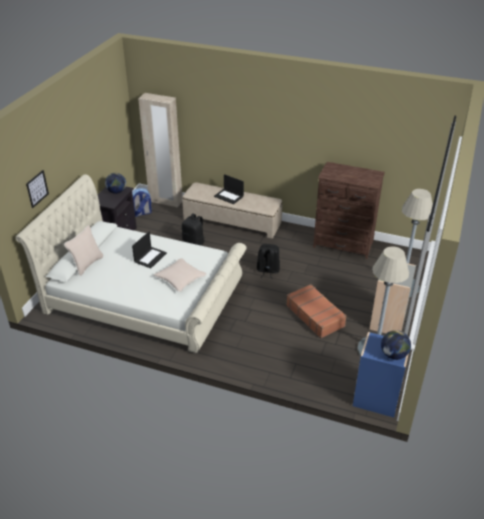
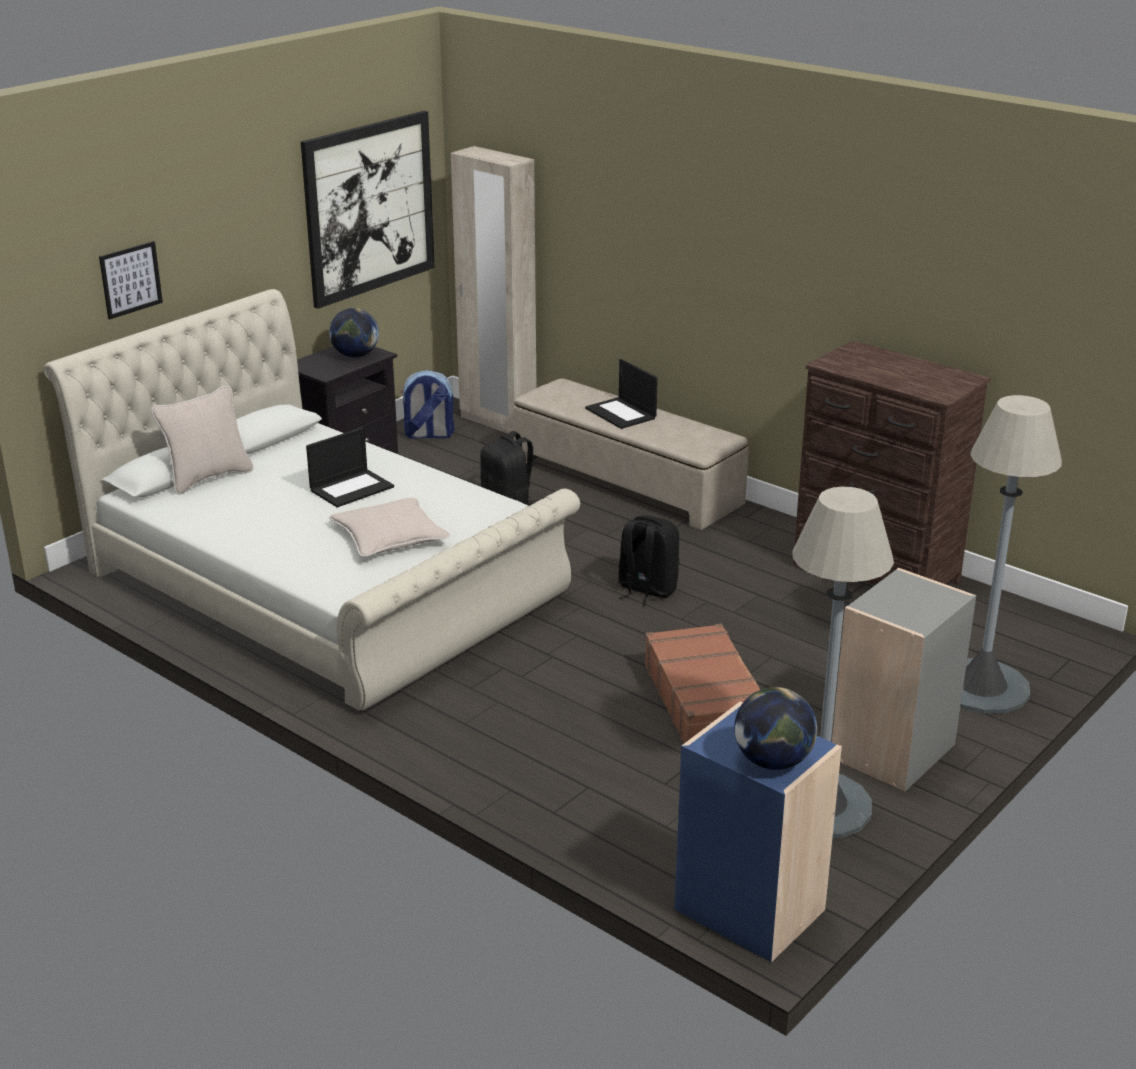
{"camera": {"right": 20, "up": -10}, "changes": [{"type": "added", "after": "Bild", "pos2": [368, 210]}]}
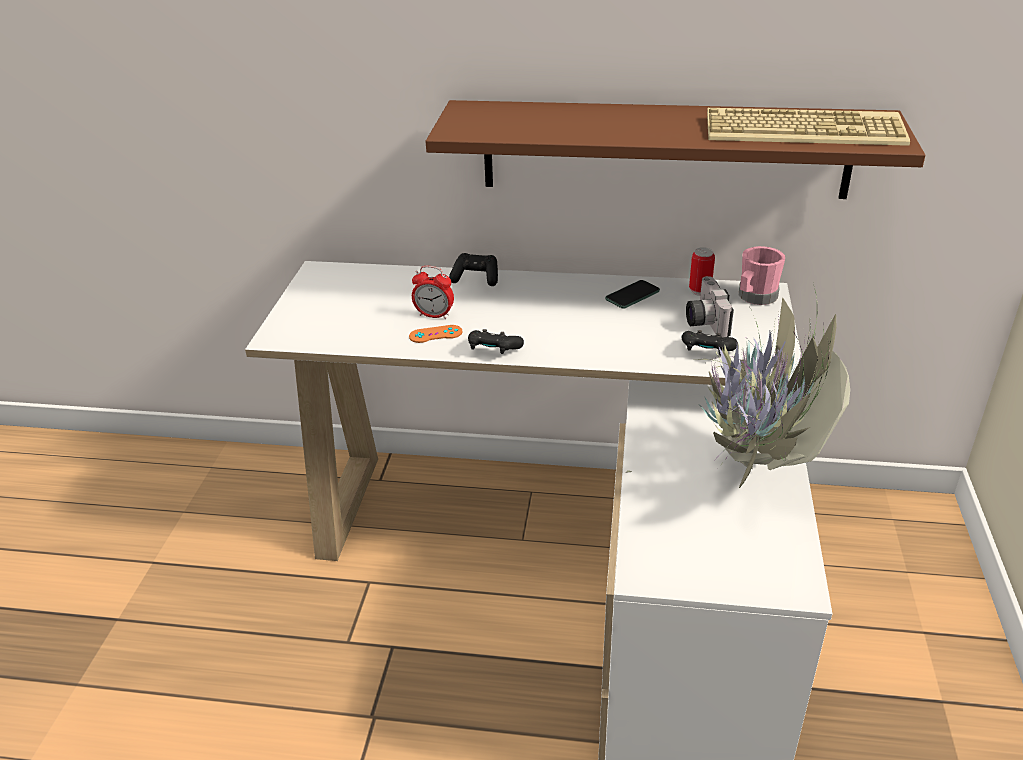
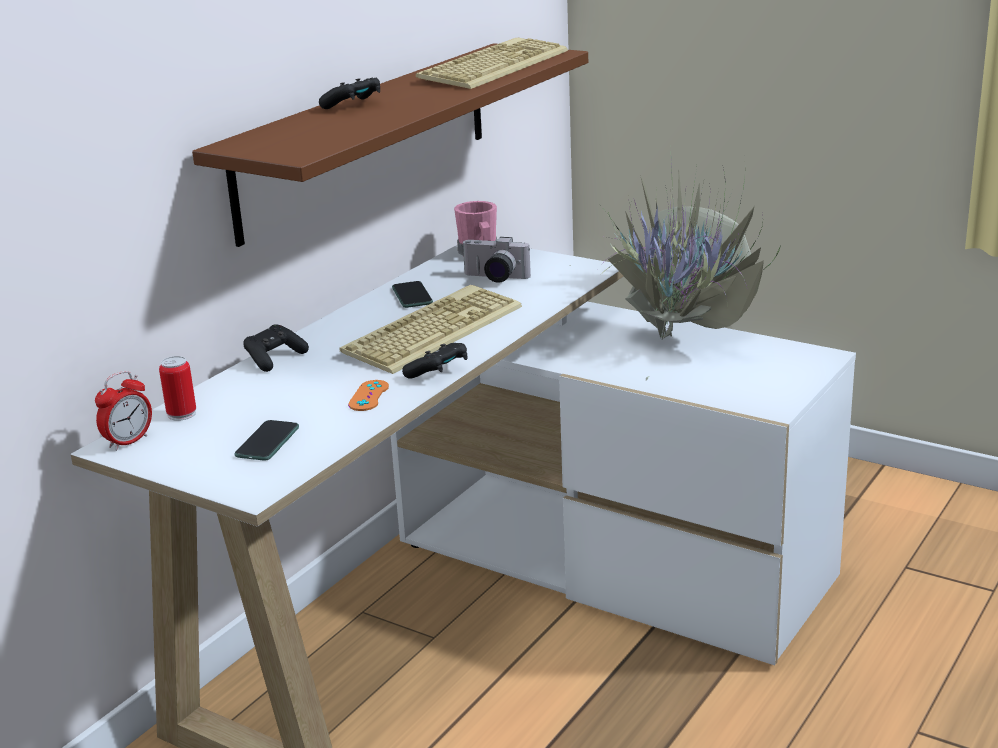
{"camera": {"right": -65, "up": -10}, "changes": [{"type": "moved", "before": "Wecker", "pos1": [433, 292], "pos2": [123, 411]}, {"type": "moved", "before": "Dose", "pos1": [702, 271], "pos2": [177, 388]}, {"type": "added", "after": "Handy", "pos2": [267, 440]}, {"type": "moved", "before": "Gamepad (schwarz)", "pos1": [710, 343], "pos2": [349, 93]}, {"type": "added", "after": "Tastatur", "pos2": [431, 329]}]}
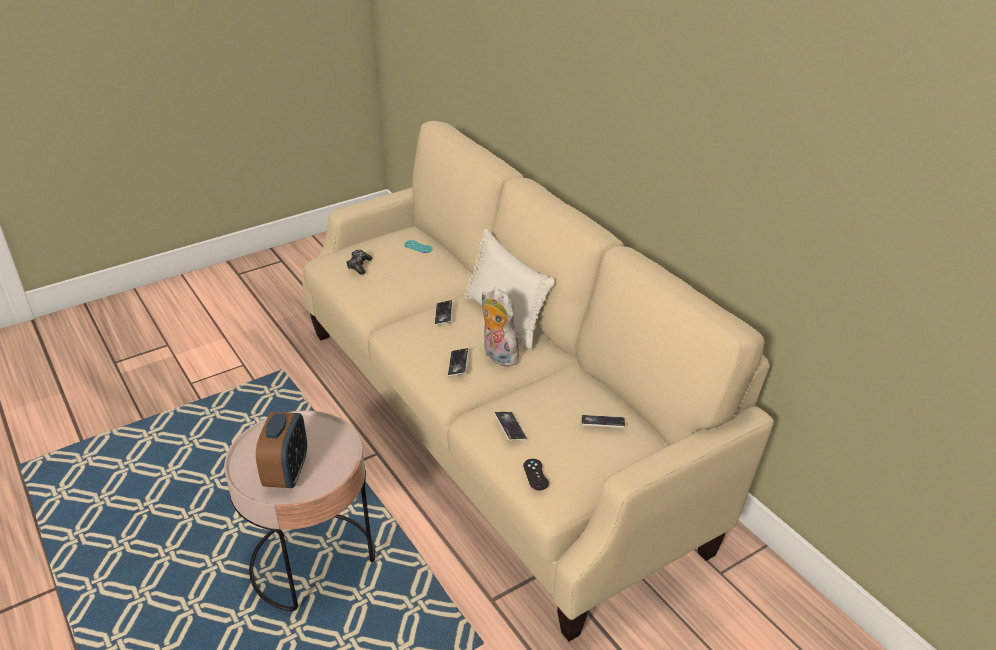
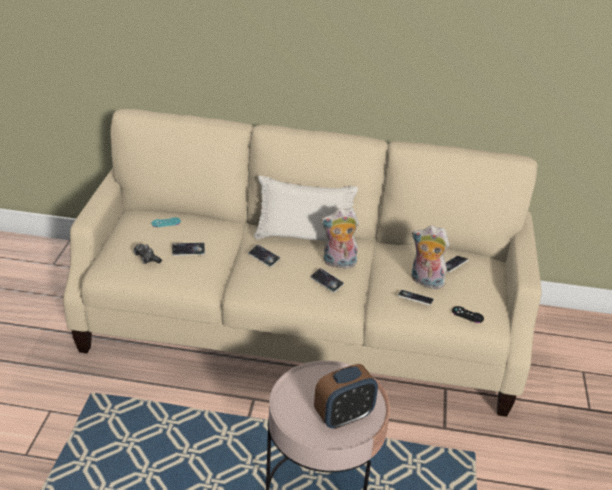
{"camera": {"right": -50, "up": 0}, "changes": [{"type": "added", "after": "Handy", "pos2": [188, 249]}, {"type": "turned", "before": "Wecker", "pos1": [281, 450], "pos2": [346, 396], "turn": 105}, {"type": "added", "after": "Plüschtier", "pos2": [430, 257]}]}
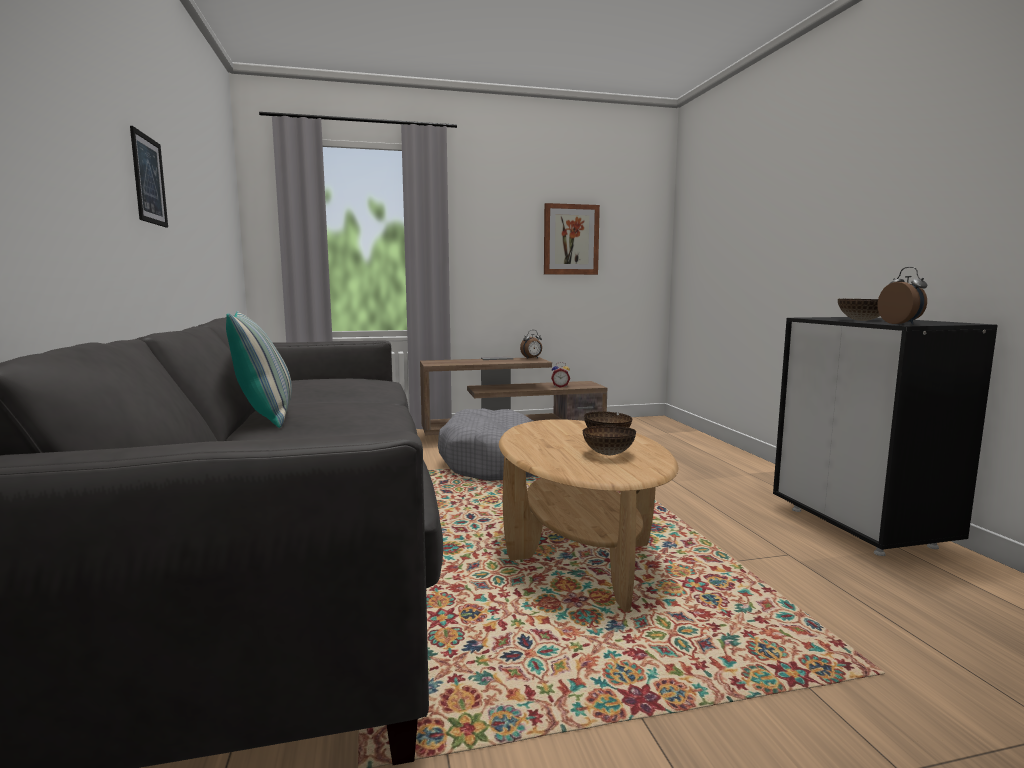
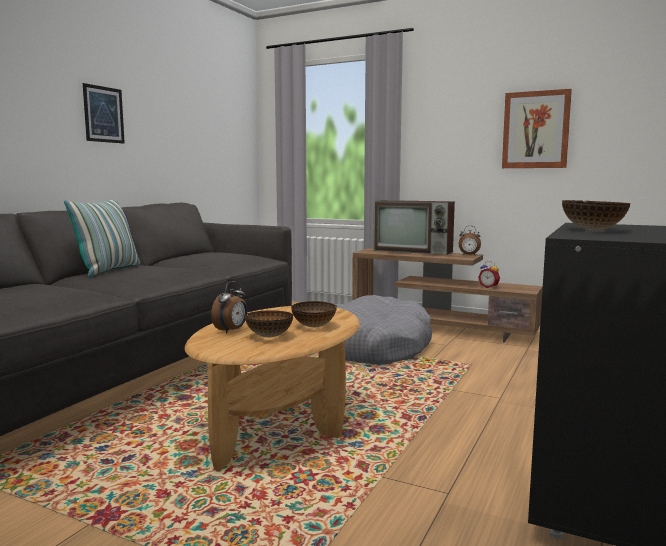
{"camera": {"right": 40, "up": 0}, "changes": [{"type": "moved", "before": "Wecker", "pos1": [902, 296], "pos2": [229, 307]}, {"type": "added", "after": "Fernseher", "pos2": [414, 227]}]}
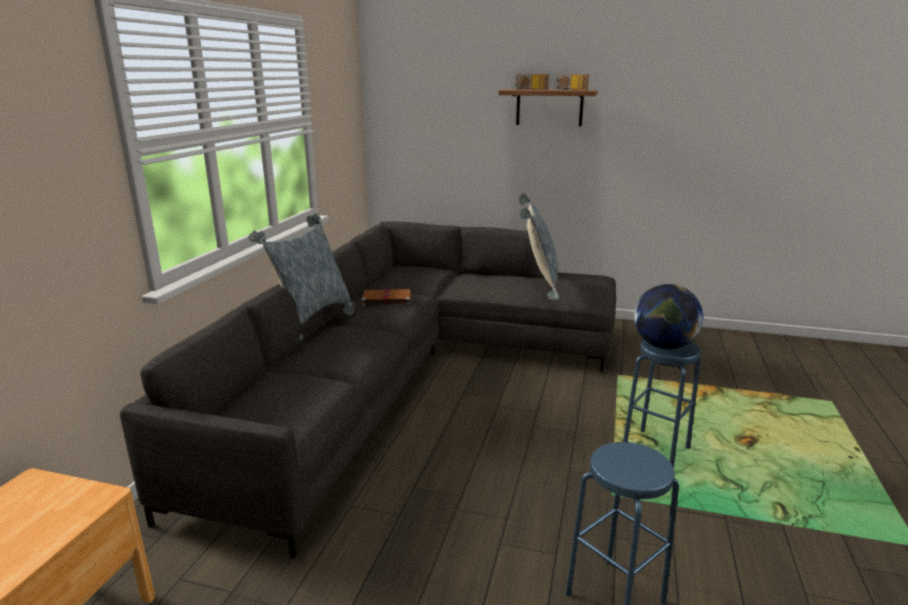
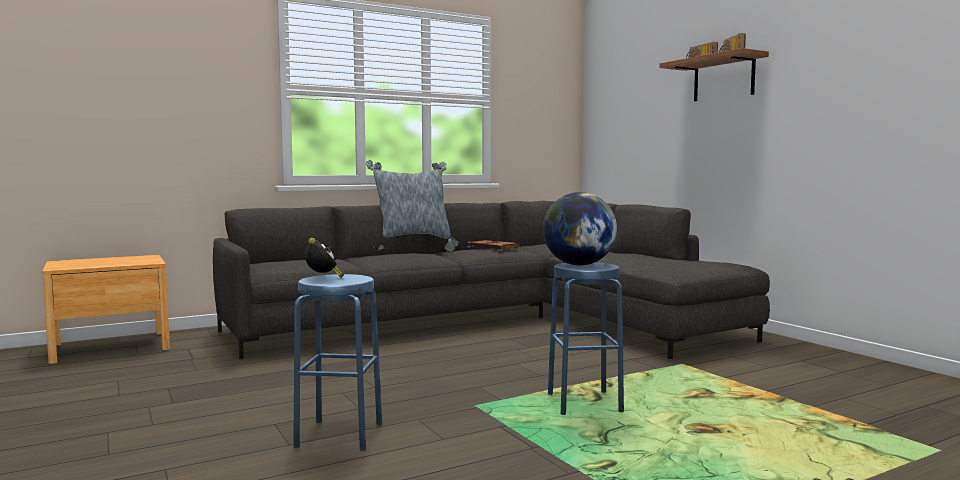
{"camera": {"right": 45, "up": -15}, "changes": [{"type": "added", "after": "Wecker", "pos2": [324, 258]}, {"type": "removed", "before": "Kissen", "pos1": [539, 247]}]}
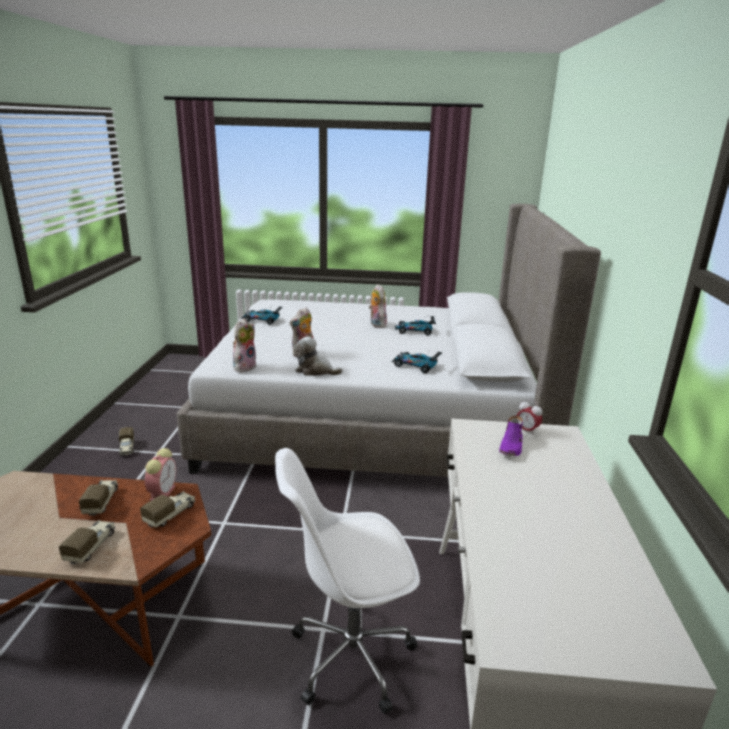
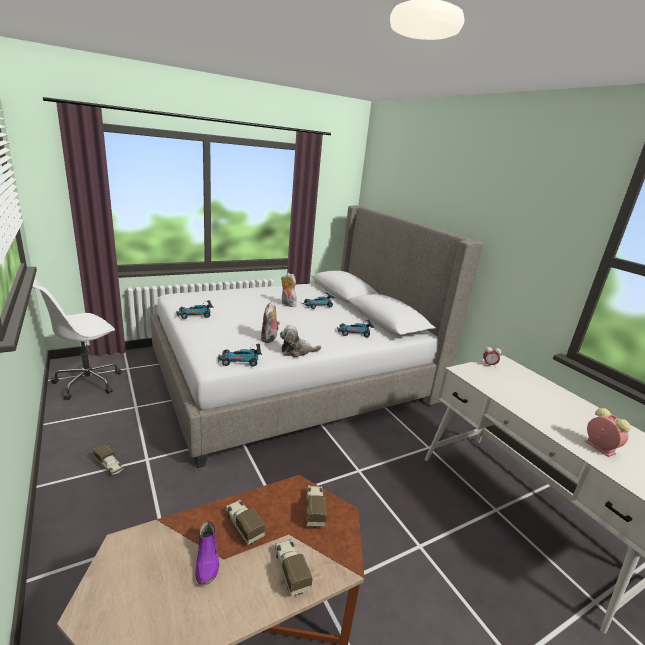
{"camera": {"right": -35, "up": 0}, "changes": [{"type": "moved", "before": "Bürostuhl (weiß)", "pos1": [347, 581], "pos2": [77, 339]}, {"type": "moved", "before": "Schuh (lila)", "pos1": [511, 435], "pos2": [207, 552]}, {"type": "replaced", "before": "Plüschtier", "after": "Spielzeugauto", "pos1": [245, 345], "pos2": [240, 355]}, {"type": "moved", "before": "Wecker", "pos1": [160, 474], "pos2": [608, 432]}]}
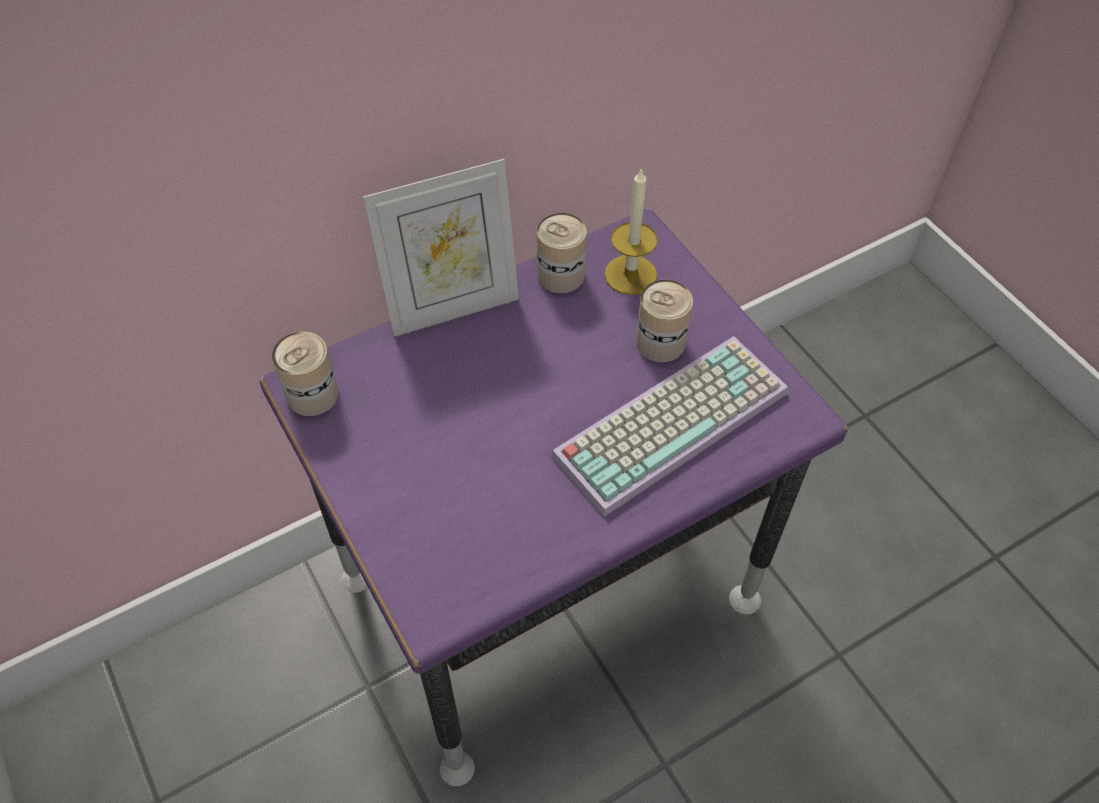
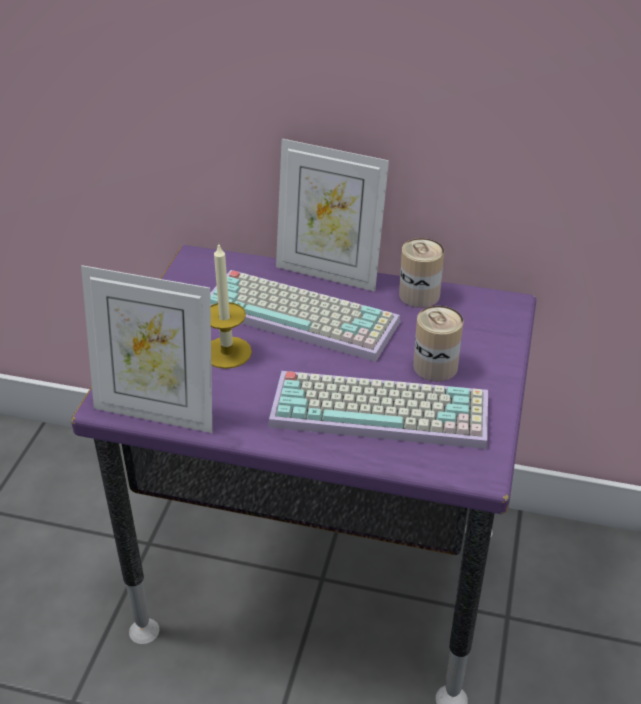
{"camera": {"right": 45, "up": -15}, "changes": [{"type": "added", "after": "Bilderrahmen", "pos2": [146, 349]}, {"type": "added", "after": "Tastatur", "pos2": [305, 316]}, {"type": "moved", "before": "Kerze", "pos1": [631, 231], "pos2": [231, 305]}, {"type": "removed", "before": "Dose", "pos1": [305, 373]}]}
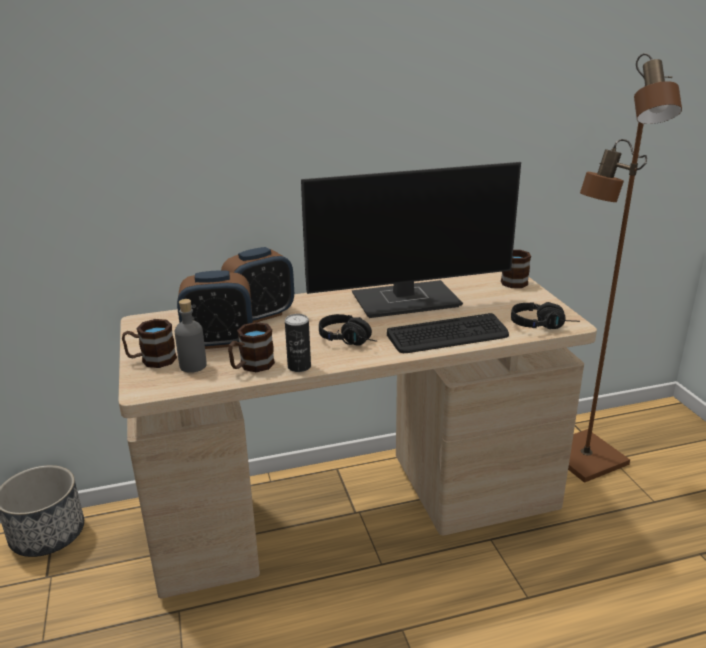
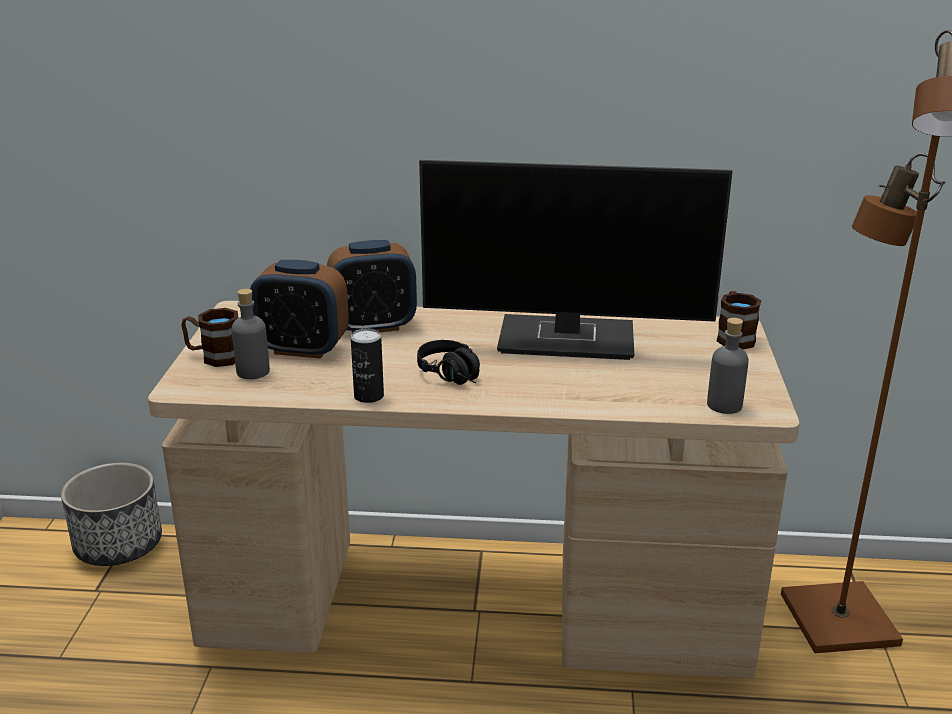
{"camera": {"right": 20, "up": 0}, "changes": [{"type": "replaced", "before": "Kopfhörer (schwarz)", "after": "Flasche (grau)", "pos1": [545, 315], "pos2": [728, 366]}, {"type": "removed", "before": "Henkelbecher (braun)", "pos1": [251, 347]}, {"type": "removed", "before": "Tastatur", "pos1": [448, 333]}]}
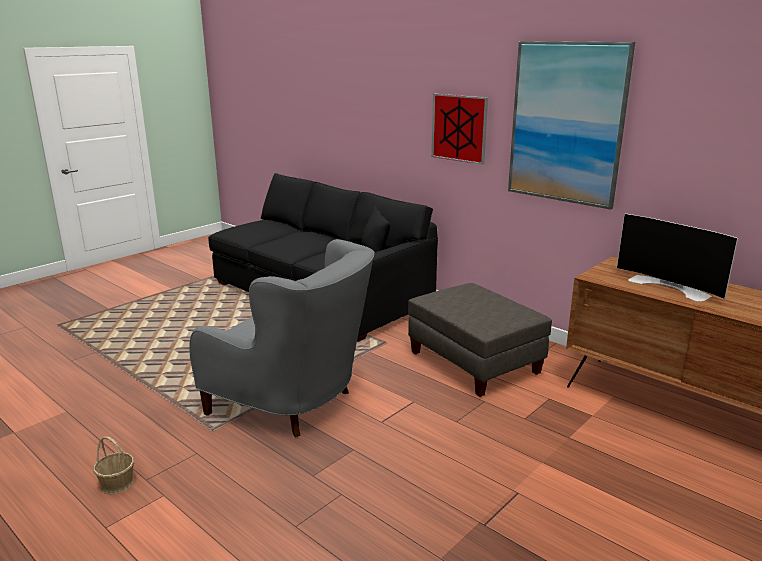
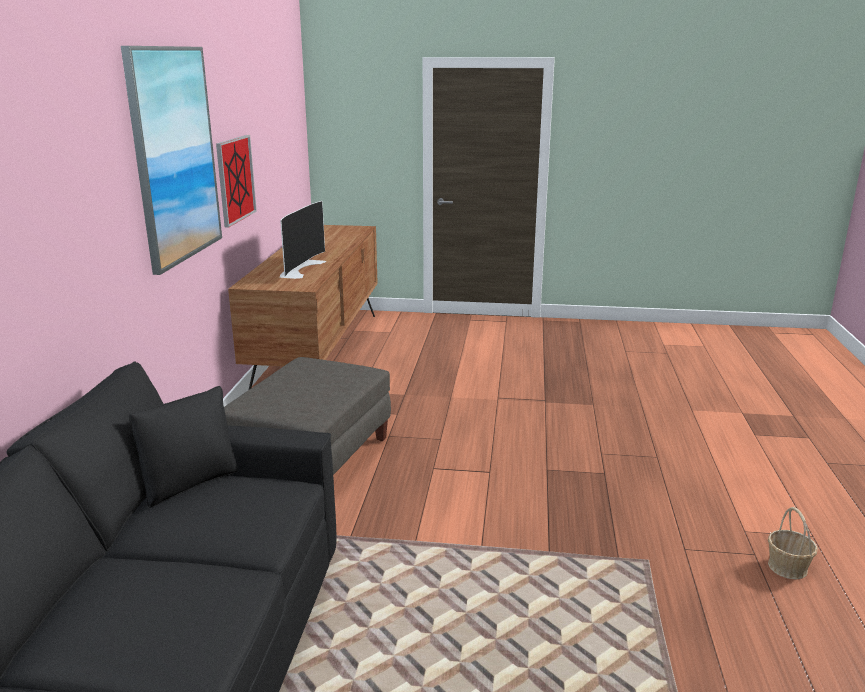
{"camera": {"right": -125, "up": 0}, "changes": [{"type": "moved", "before": "Bild", "pos1": [459, 129], "pos2": [236, 181]}, {"type": "removed", "before": "Sessel (grau)", "pos1": [282, 338]}]}
